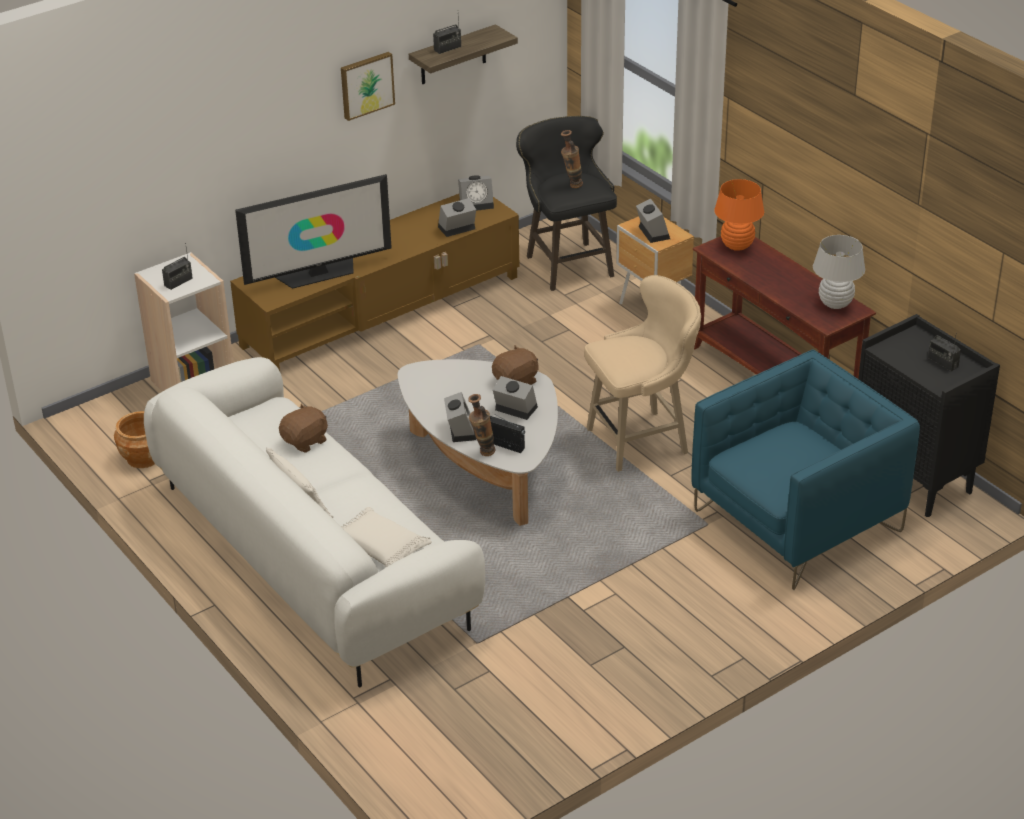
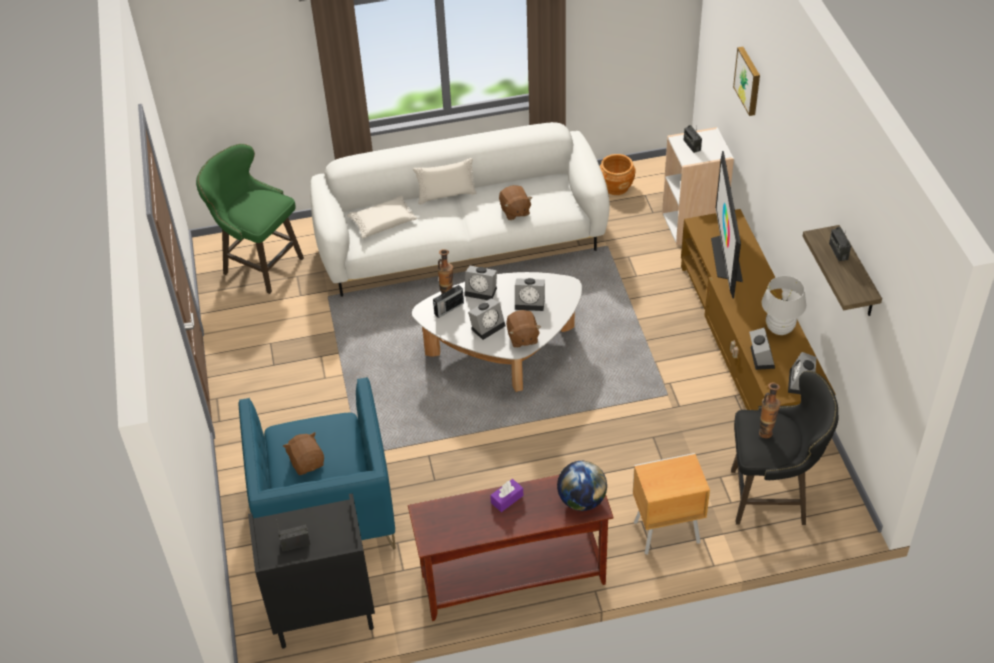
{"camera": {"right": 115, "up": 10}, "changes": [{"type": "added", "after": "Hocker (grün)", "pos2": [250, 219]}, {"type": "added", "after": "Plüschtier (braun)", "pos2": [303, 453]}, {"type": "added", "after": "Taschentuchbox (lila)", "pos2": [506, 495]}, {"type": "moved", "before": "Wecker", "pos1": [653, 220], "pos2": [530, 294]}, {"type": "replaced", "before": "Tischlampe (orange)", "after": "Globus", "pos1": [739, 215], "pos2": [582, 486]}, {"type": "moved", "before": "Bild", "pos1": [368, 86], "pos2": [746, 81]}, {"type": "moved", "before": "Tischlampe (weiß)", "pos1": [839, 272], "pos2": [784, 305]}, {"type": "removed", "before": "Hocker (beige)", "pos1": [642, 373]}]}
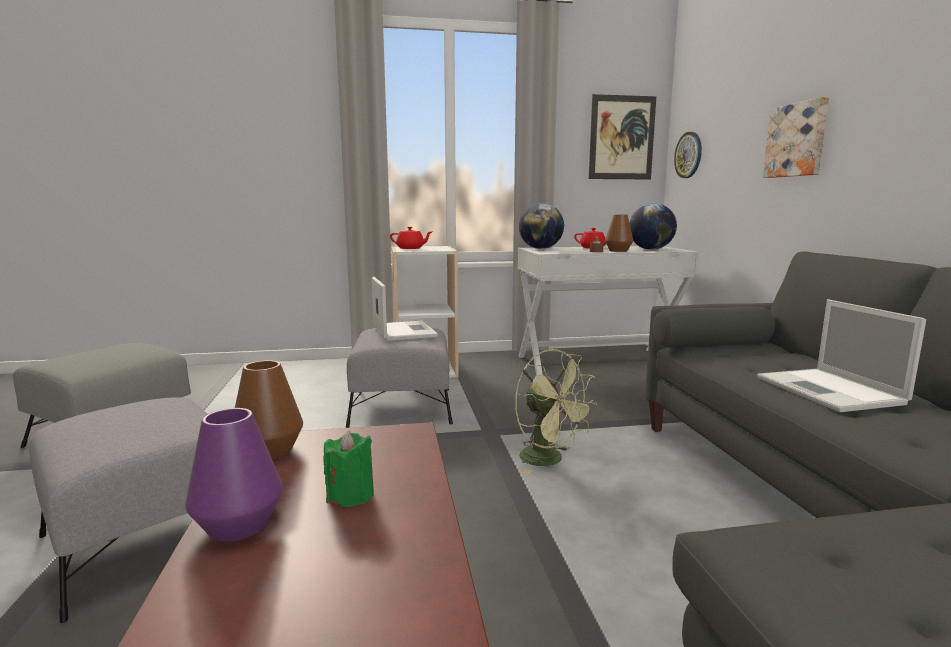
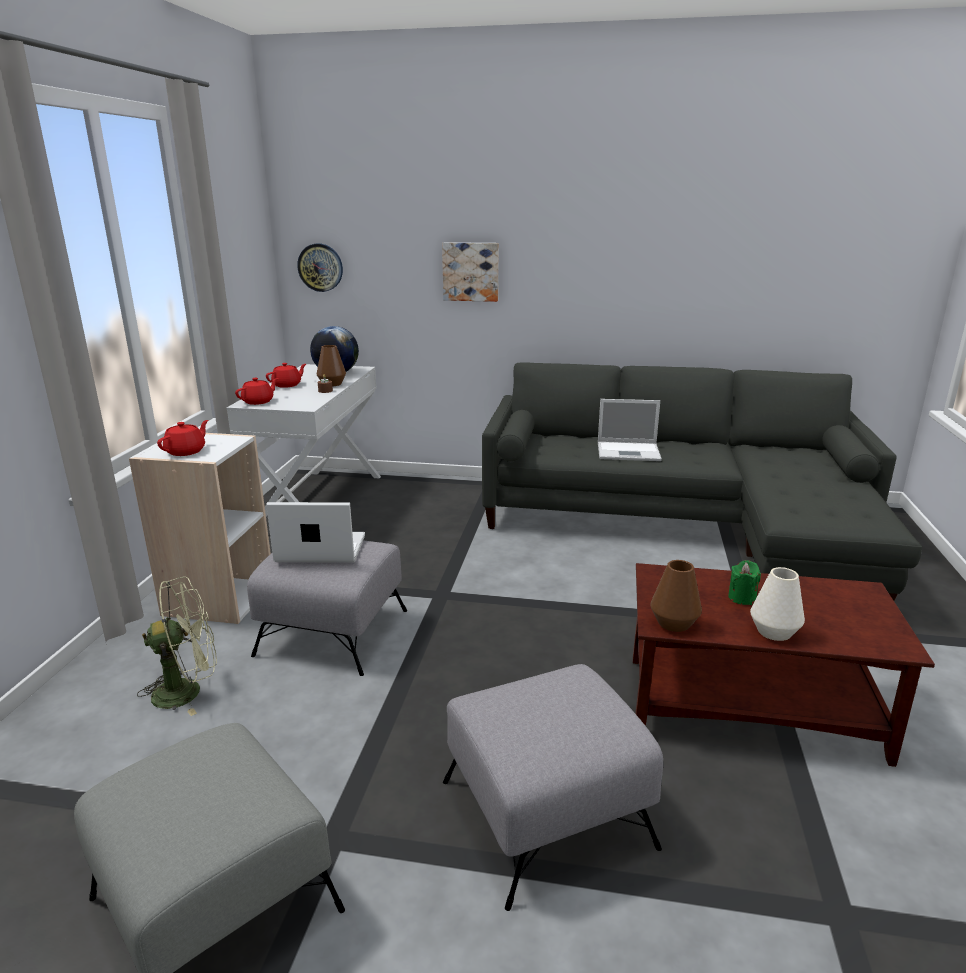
{"camera": {"right": -70, "up": 10}, "changes": [{"type": "moved", "before": "Ventilator (grün)", "pos1": [556, 411], "pos2": [177, 646]}, {"type": "replaced", "before": "Globus", "after": "Teekanne (rot)", "pos1": [541, 226], "pos2": [256, 391]}, {"type": "recoloured", "before": "Vase (lila)", "after": "Vase (weiß)", "pos1": [234, 475], "pos2": [777, 604]}, {"type": "removed", "before": "Bild", "pos1": [622, 136]}]}
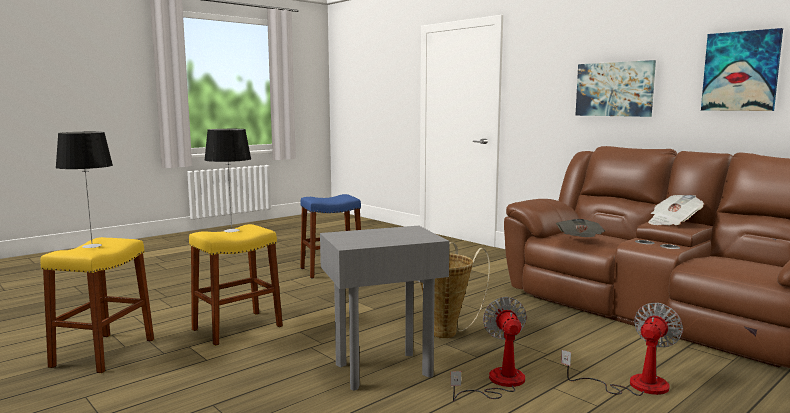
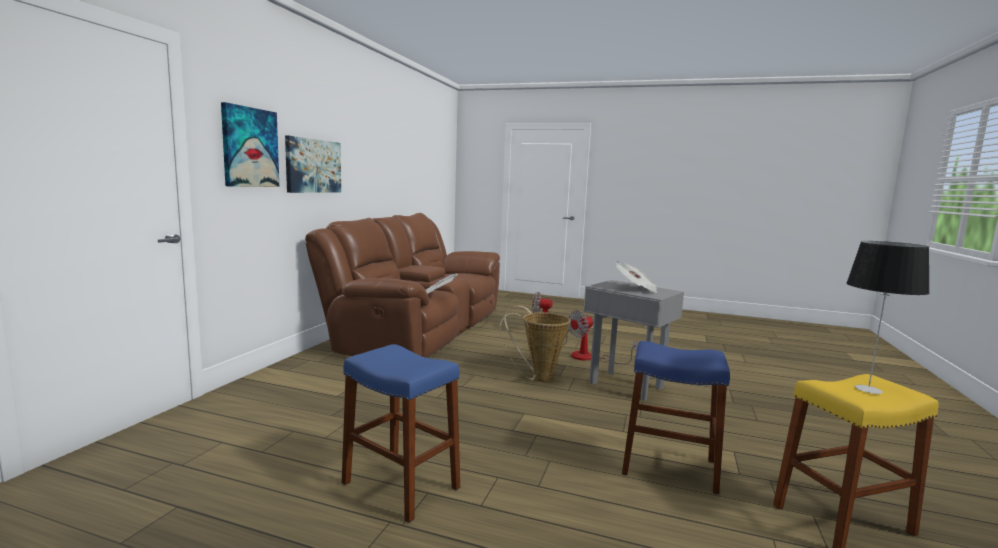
{"camera": {"right": -120, "up": 0}, "changes": [{"type": "moved", "before": "Bild", "pos1": [742, 69], "pos2": [250, 144]}, {"type": "moved", "before": "Zeitung", "pos1": [676, 210], "pos2": [636, 276]}, {"type": "recoloured", "before": "Hocker (gelb)", "after": "Hocker (blau)", "pos1": [236, 285], "pos2": [676, 417]}, {"type": "removed", "before": "Tischlampe", "pos1": [228, 180]}]}
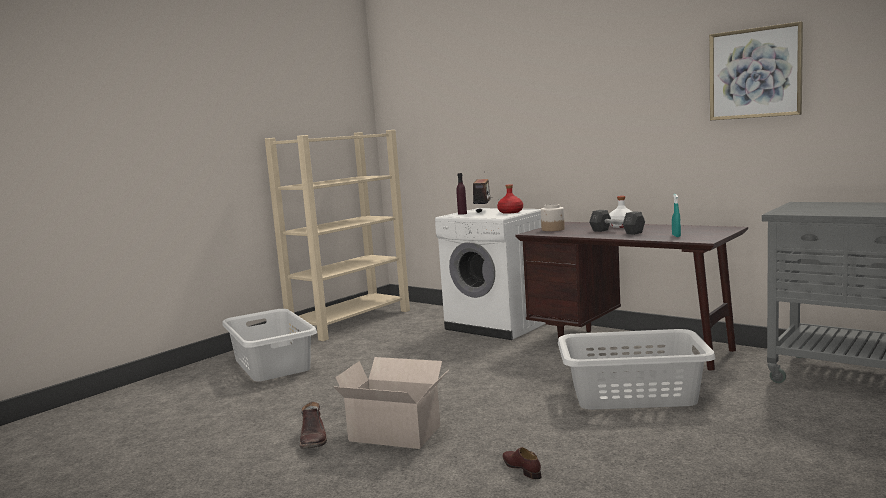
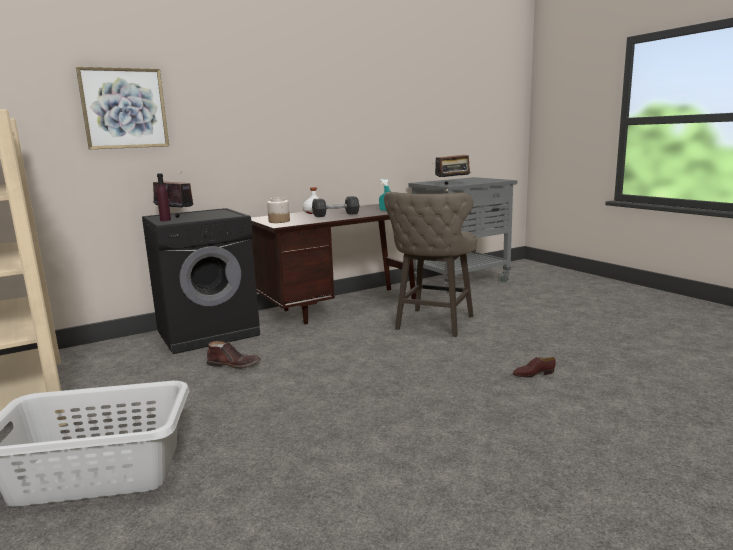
{"camera": {"right": -70, "up": 5}, "changes": [{"type": "moved", "before": "Bild", "pos1": [756, 71], "pos2": [122, 108]}, {"type": "recoloured", "before": "Waschmaschine (weiß)", "after": "Waschmaschine (schwarz)", "pos1": [490, 274], "pos2": [201, 281]}, {"type": "moved", "before": "Stiefel (braun)", "pos1": [313, 425], "pos2": [234, 355]}, {"type": "replaced", "before": "Wäschekorb (grau)", "after": "Hocker (beige)", "pos1": [637, 369], "pos2": [430, 264]}, {"type": "added", "after": "Radio", "pos2": [452, 166]}, {"type": "removed", "before": "Karton", "pos1": [391, 403]}, {"type": "removed", "before": "Flasche (rot)", "pos1": [510, 199]}]}
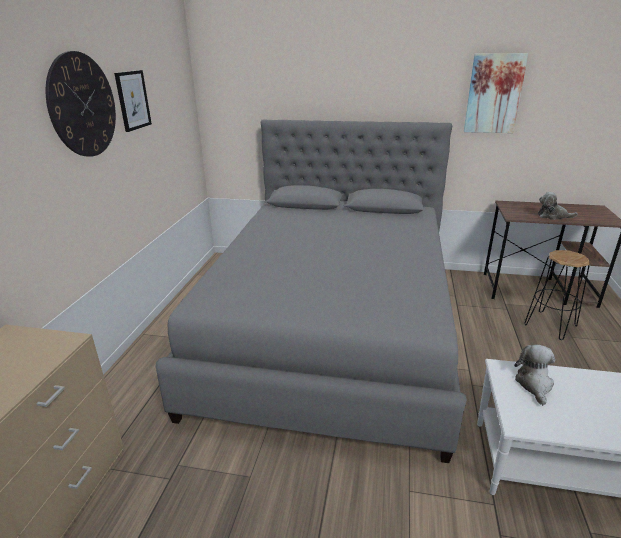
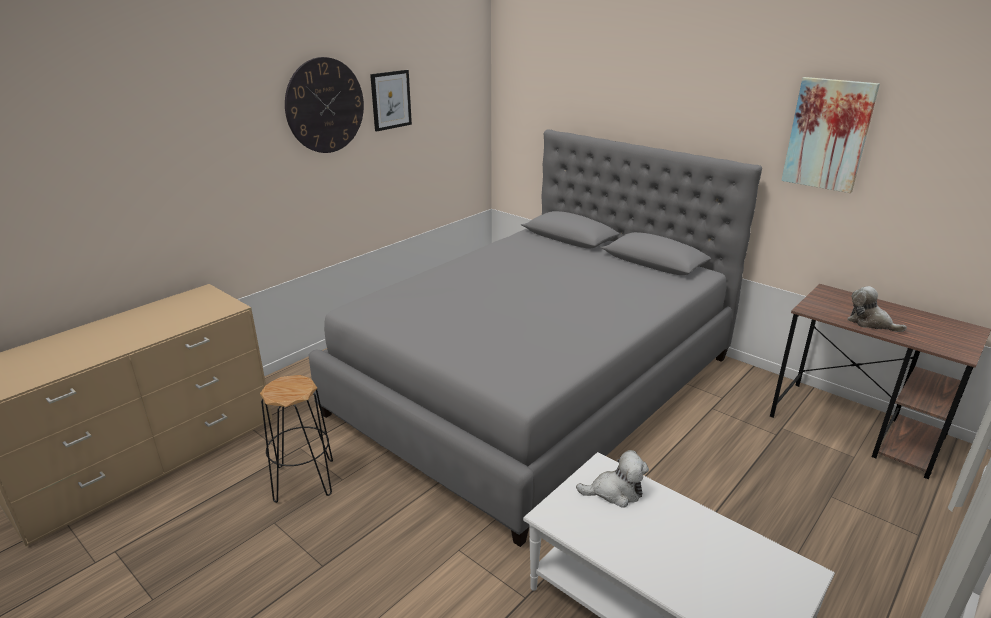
{"camera": {"right": 30, "up": 0}, "changes": [{"type": "moved", "before": "Hocker (schwarz)", "pos1": [557, 295], "pos2": [296, 439]}, {"type": "turned", "before": "Plüschtier", "pos1": [534, 375], "pos2": [612, 479], "turn": 45}]}
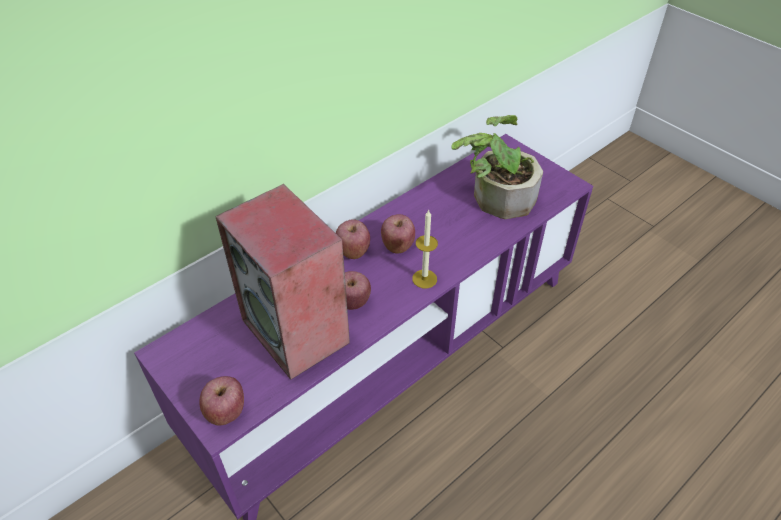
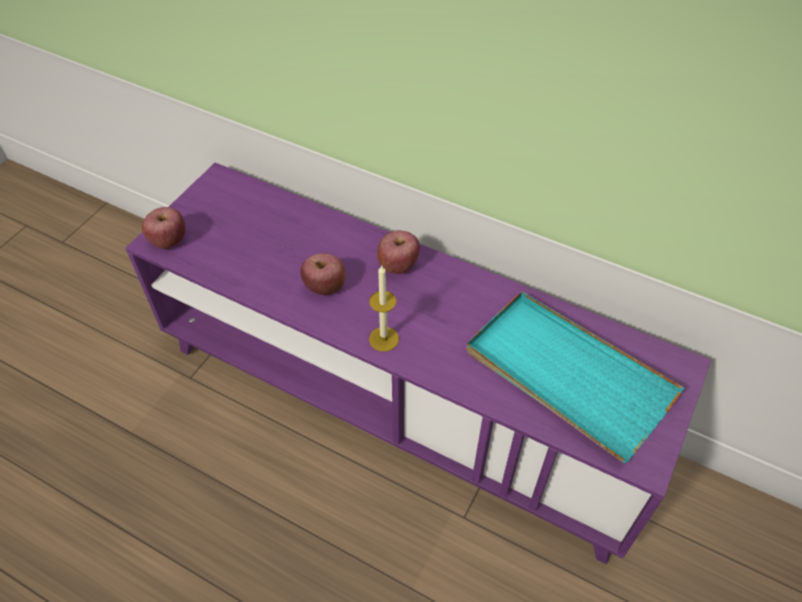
{"camera": {"right": 70, "up": 5}, "changes": [{"type": "replaced", "before": "Topfpflanze", "after": "Tablett (türkis)", "pos1": [497, 167], "pos2": [575, 378]}, {"type": "removed", "before": "Lautsprecher", "pos1": [282, 282]}, {"type": "removed", "before": "Apfel", "pos1": [398, 234]}]}
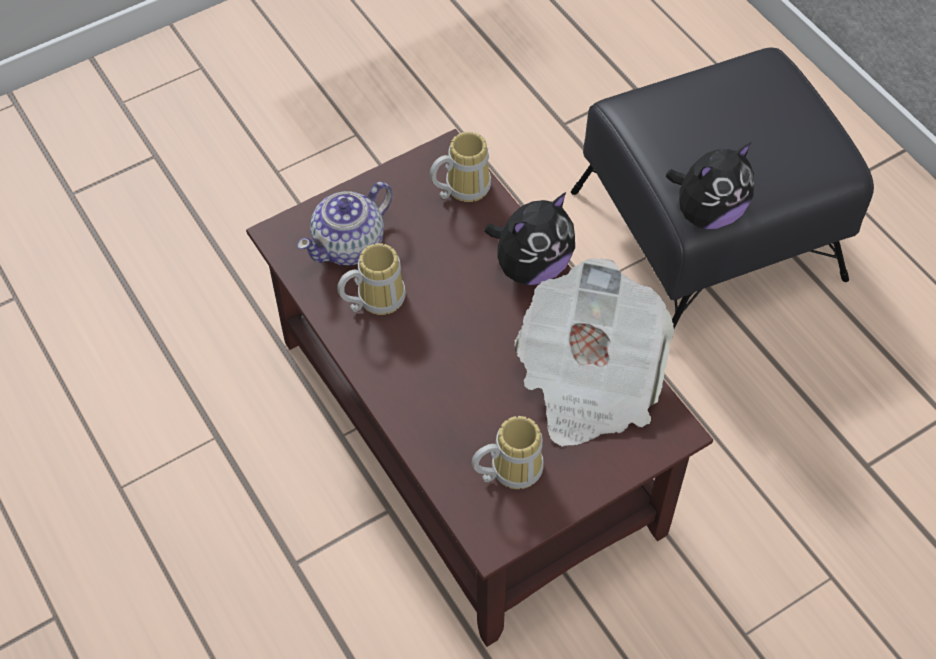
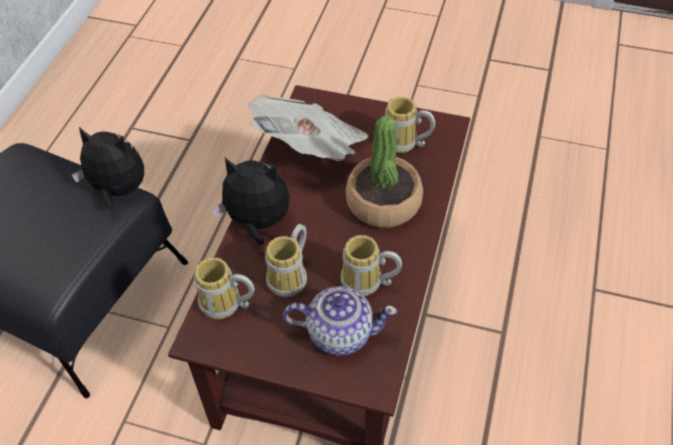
{"camera": {"right": -130, "up": -5}, "changes": [{"type": "added", "after": "Henkelbecher", "pos2": [286, 261]}, {"type": "added", "after": "Topfpflanze", "pos2": [384, 172]}]}
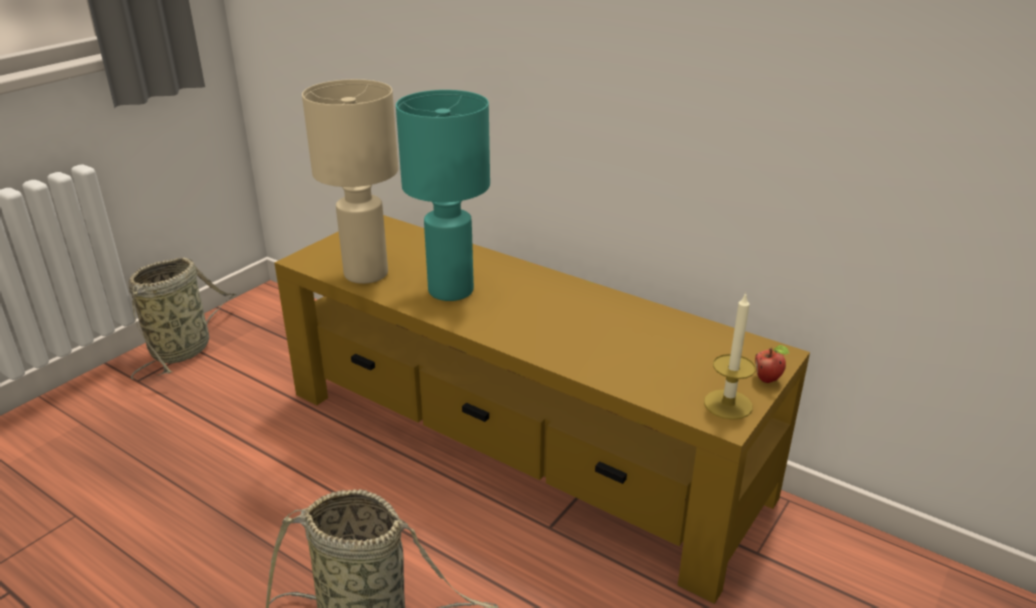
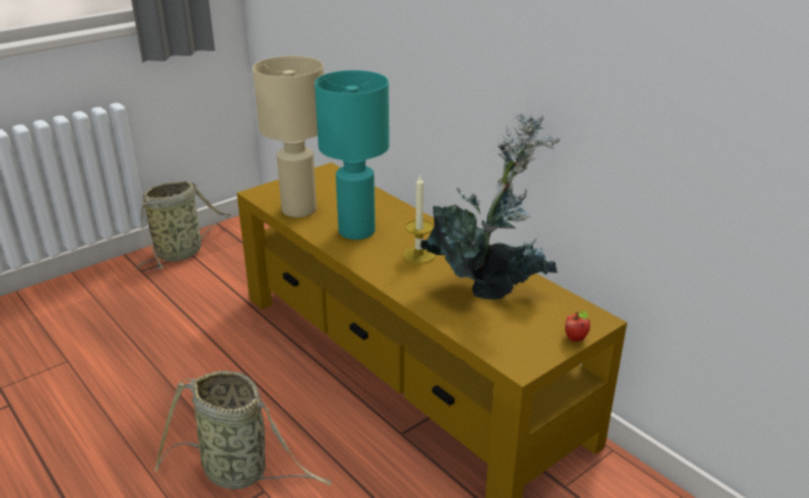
{"camera": {"right": 15, "up": 0}, "changes": [{"type": "moved", "before": "Kerze", "pos1": [730, 356], "pos2": [419, 220]}, {"type": "added", "after": "Topfpflanze", "pos2": [490, 207]}]}
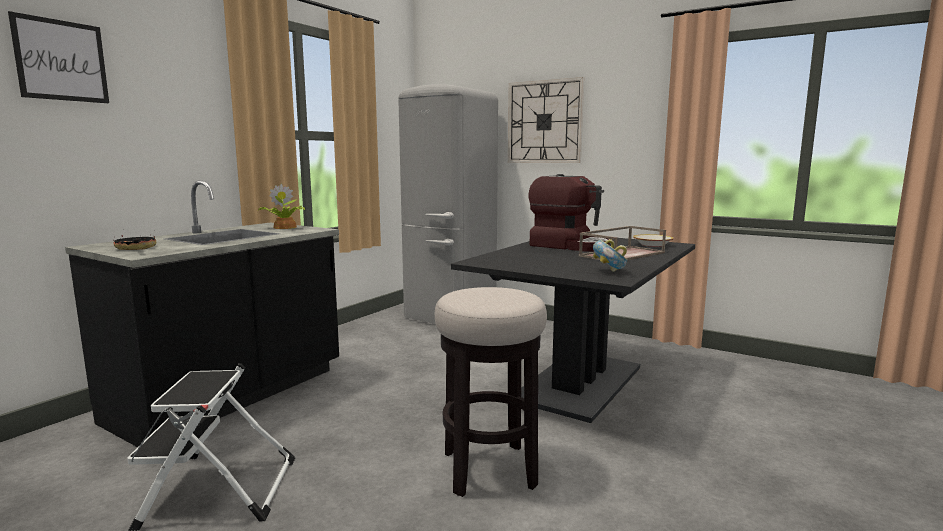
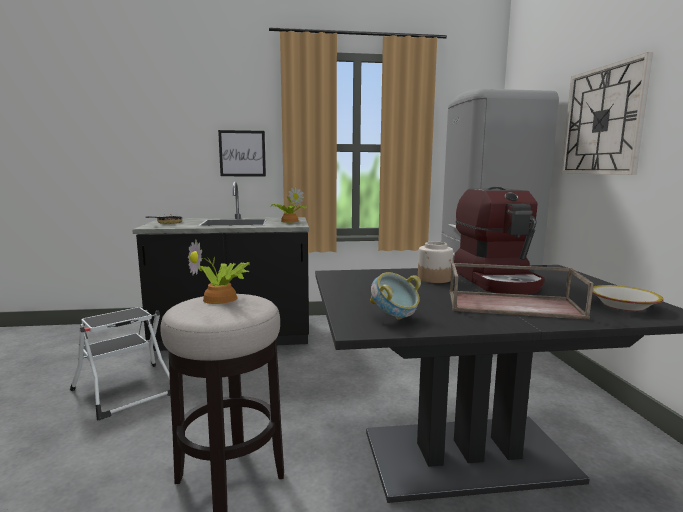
{"camera": {"right": 50, "up": 0}, "changes": [{"type": "added", "after": "Topfpflanze", "pos2": [218, 271]}, {"type": "moved", "before": "Bild", "pos1": [58, 57], "pos2": [242, 153]}, {"type": "added", "after": "Vorratsglas", "pos2": [435, 262]}]}
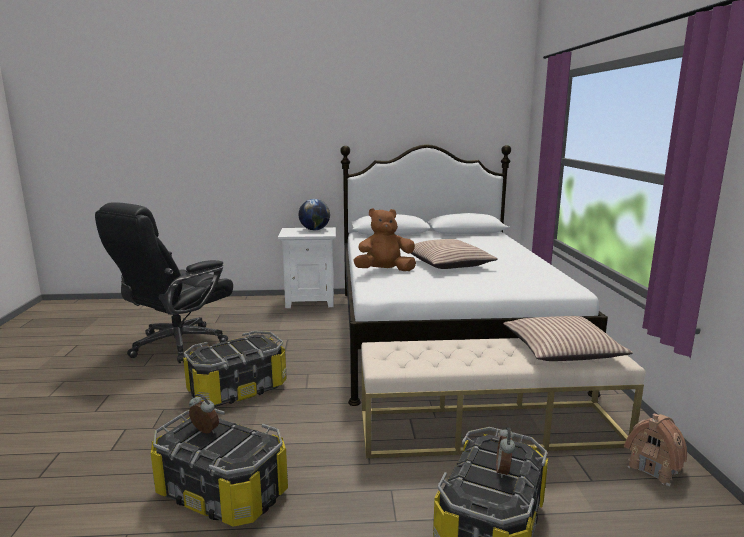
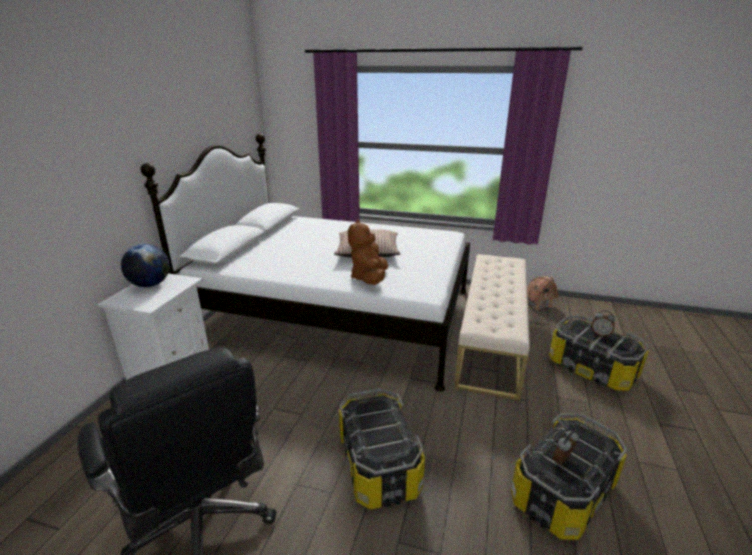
{"camera": {"right": -70, "up": 10}, "changes": [{"type": "removed", "before": "Kissen", "pos1": [568, 338]}]}
